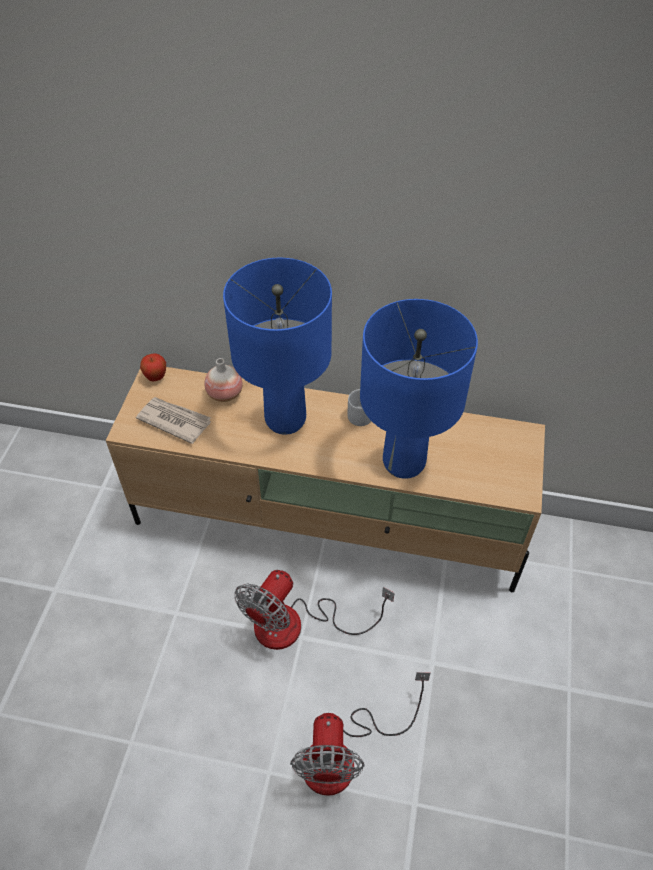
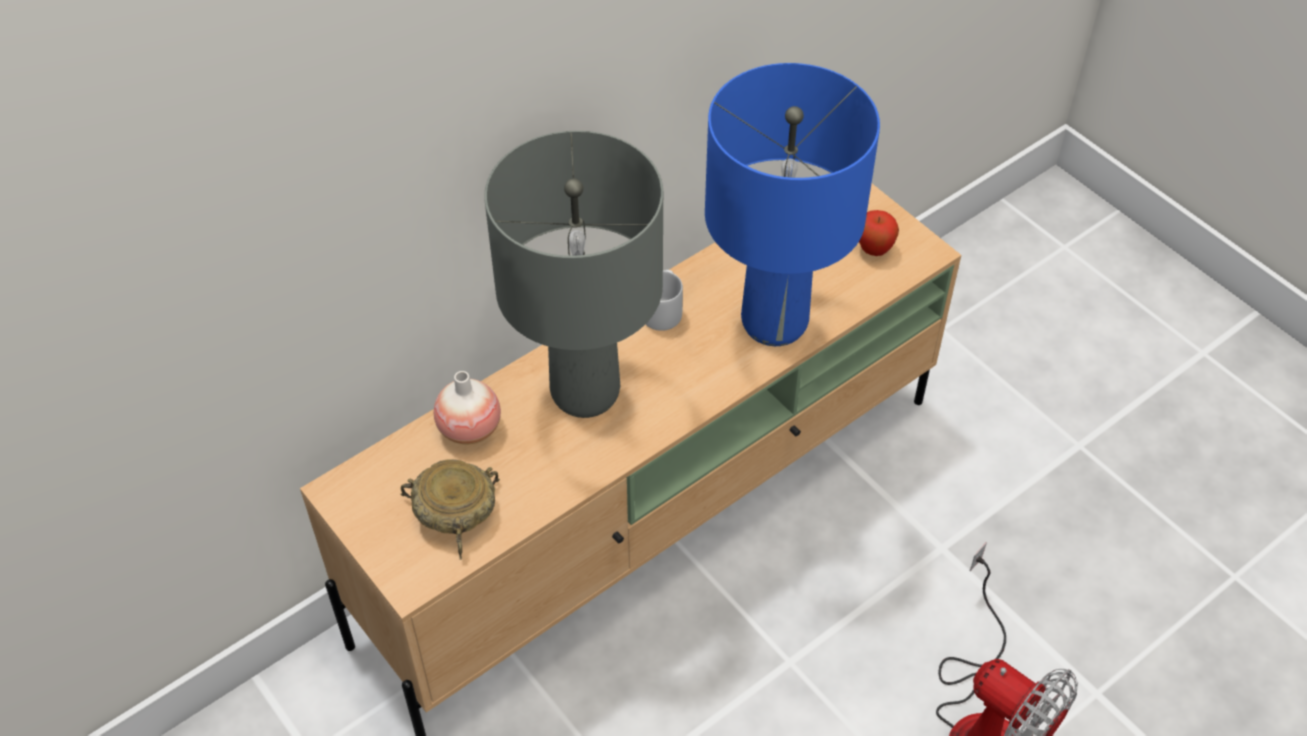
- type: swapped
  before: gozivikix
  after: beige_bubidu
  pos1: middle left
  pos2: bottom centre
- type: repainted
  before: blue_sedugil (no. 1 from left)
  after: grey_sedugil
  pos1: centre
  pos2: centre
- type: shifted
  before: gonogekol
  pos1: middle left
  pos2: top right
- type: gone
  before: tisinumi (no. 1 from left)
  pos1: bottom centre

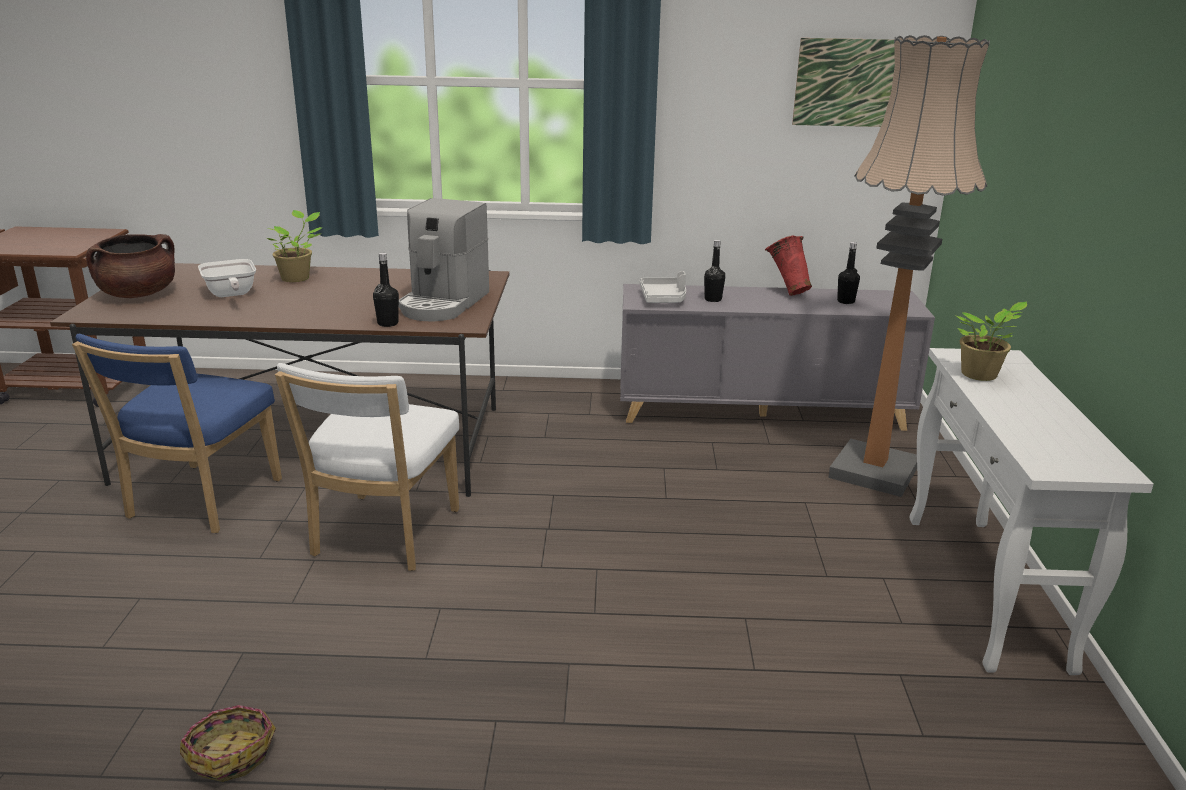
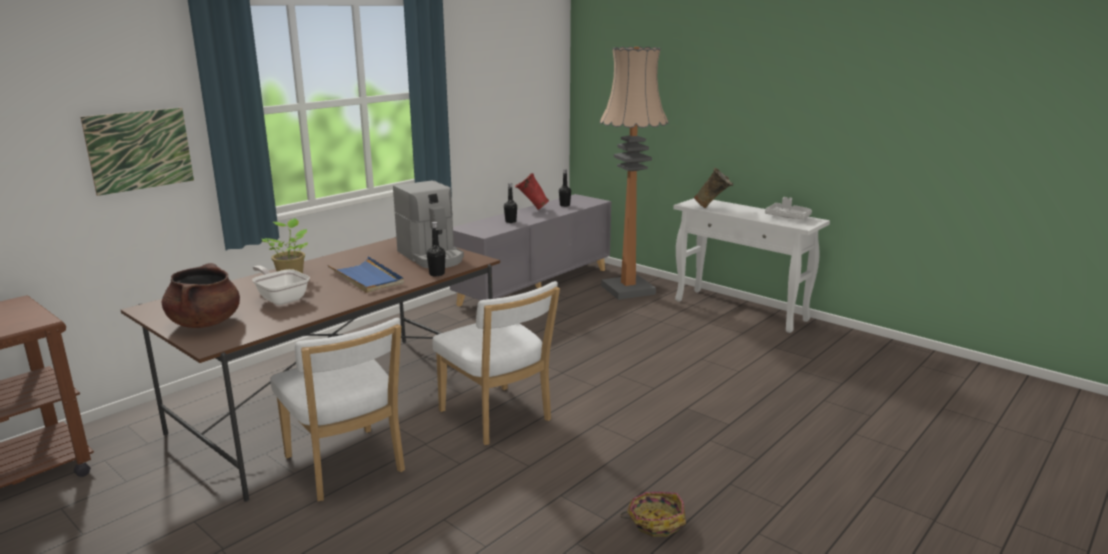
- type: shifted
  before: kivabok
  pos1: top right
  pos2: top left
- type: rotated
  before: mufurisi
  pos1: middle left
  pos2: middle left
  turn: -150
- type: repainted
  before: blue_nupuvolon
  after: white_nupuvolon (no. 1 from left)
  pos1: middle left
  pos2: bottom left
- type: new
  after: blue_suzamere
  pos2: middle left
- type: swapped
  before: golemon (no. 2 from left)
  after: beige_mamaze
  pos1: middle right
  pos2: centre
- type: shifted
  before: grey_suzamere
  pos1: centre
  pos2: middle right

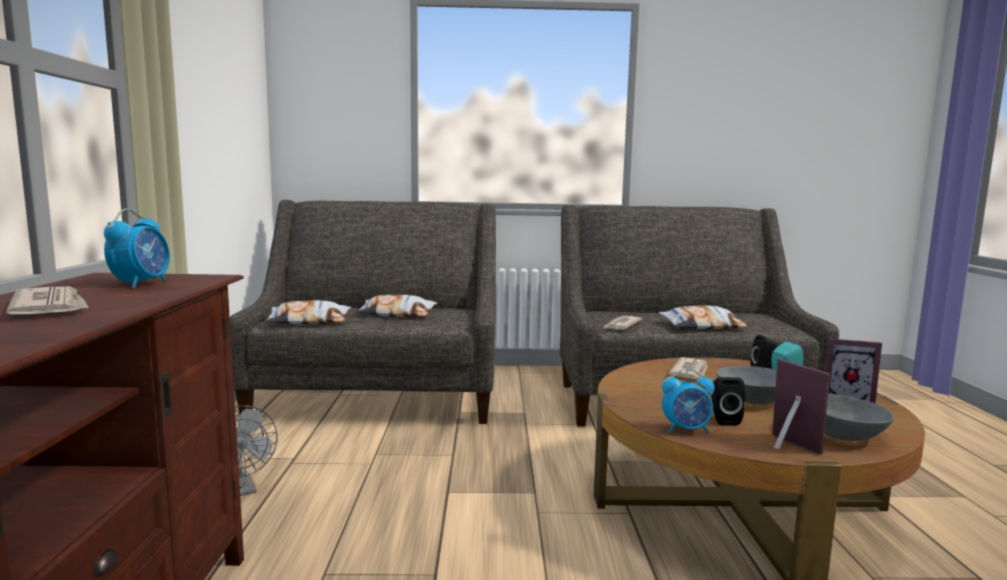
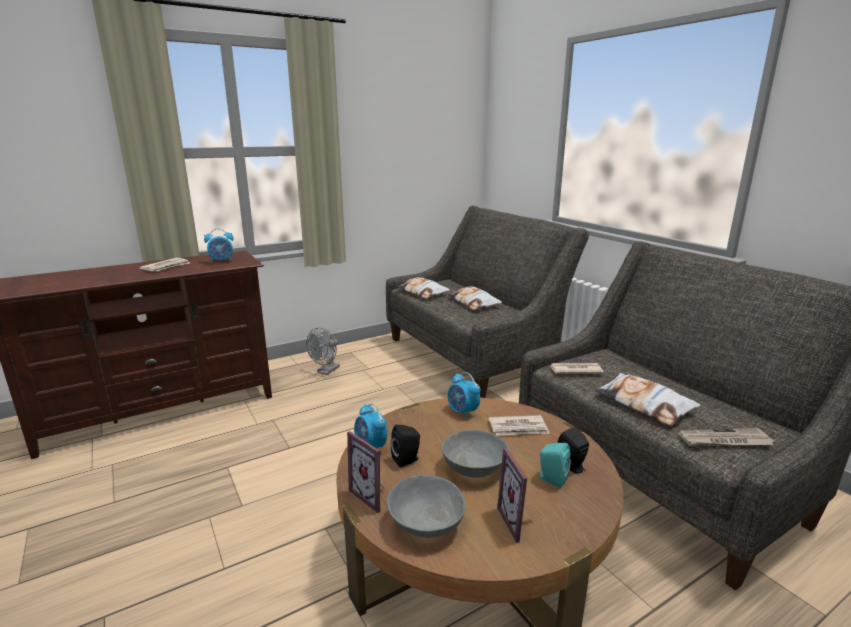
- type: rotated
  before: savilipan (no. 1 from left)
  pos1: bottom right
  pos2: bottom centre
  turn: 105
- type: new
  after: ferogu (no. 3 from left)
  pos2: centre
- type: new
  after: gozivikix (no. 4 from left)
  pos2: bottom right

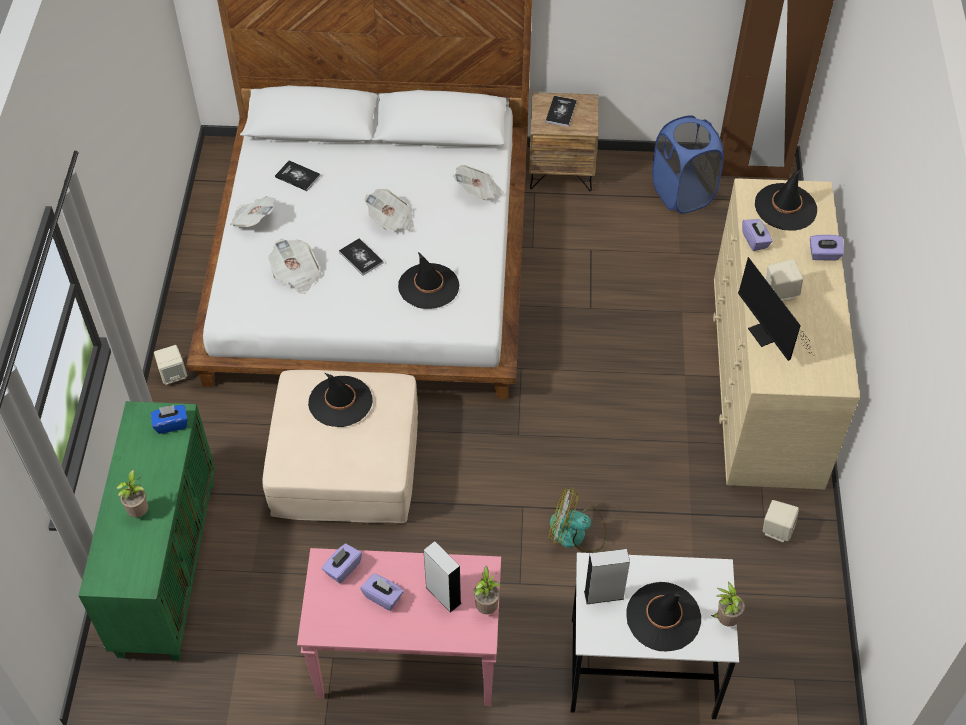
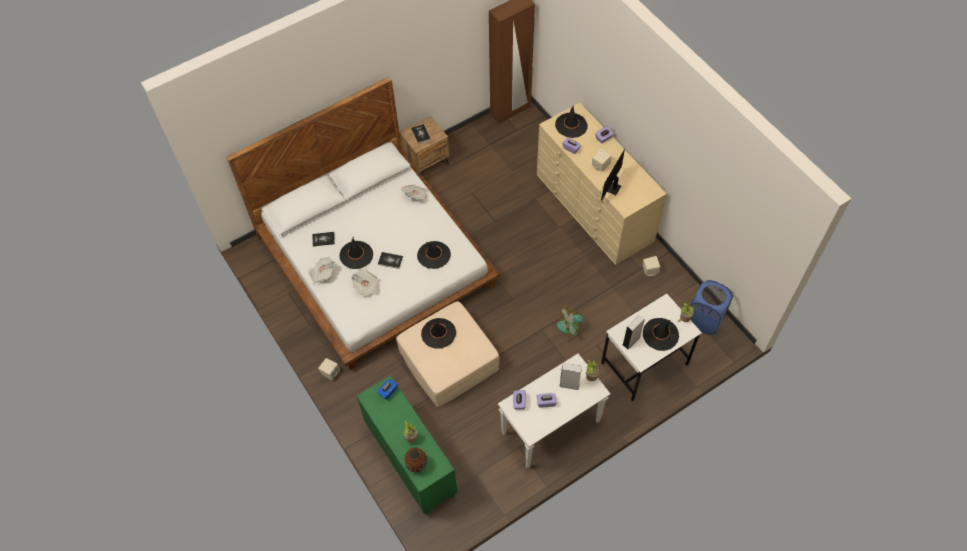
- type: new
  after: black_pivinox (no. 1 from left)
  pos2: centre
- type: new
  after: brown_mamaze
  pos2: bottom centre
- type: repainted
  before: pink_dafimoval
  after: white_dafimoval
  pos1: bottom centre
  pos2: bottom centre
- type: rotated
  before: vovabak
  pos1: middle right
  pos2: top centre
  turn: 90
- type: shifted
  before: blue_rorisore
  pos1: top right
  pos2: middle right
- type: gone
  before: gozivikix (no. 3 from left)
  pos1: top centre

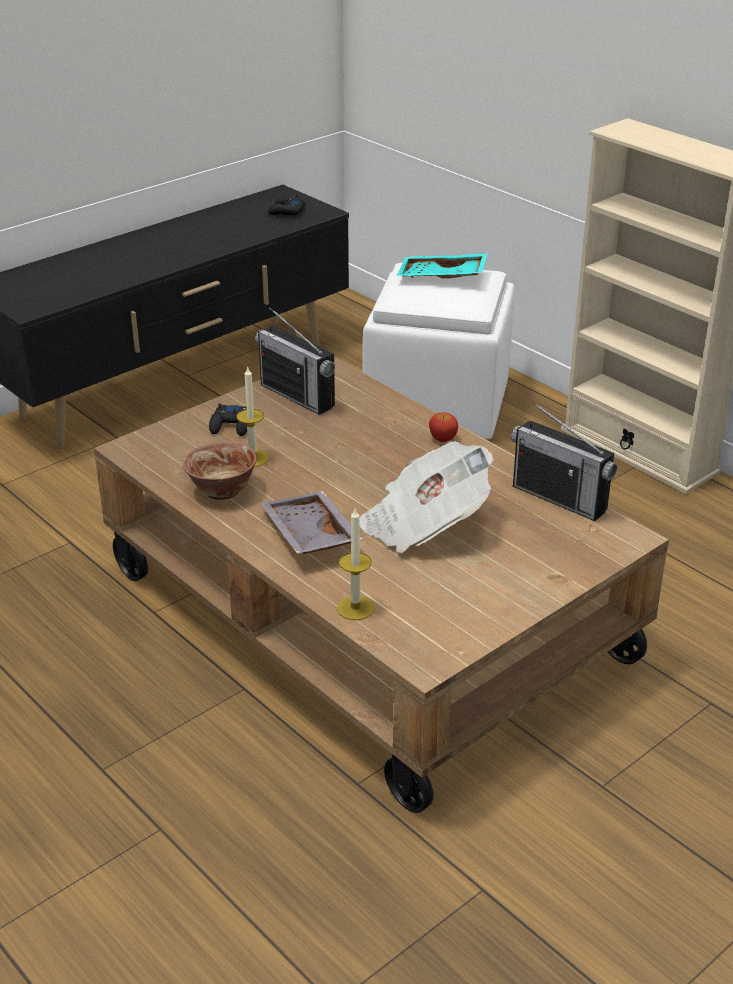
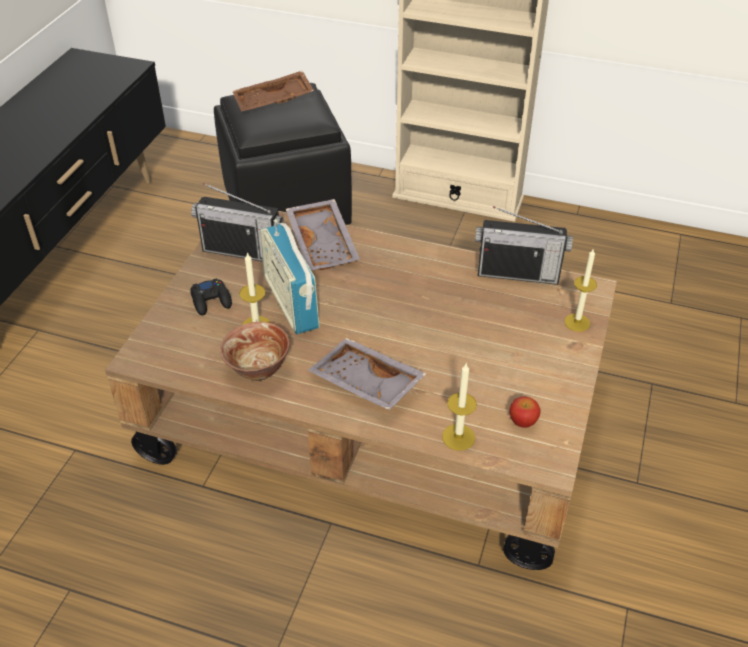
- type: repainted
  before: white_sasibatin
  after: black_sasibatin
  pos1: centre
  pos2: top centre
- type: repainted
  before: turquoise_suzamere
  after: brown_suzamere
  pos1: top centre
  pos2: top centre
- type: new
  after: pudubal (no. 2 from left)
  pos2: centre
- type: new
  after: grey_suzamere (no. 1 from left)
  pos2: centre
- type: shifted
  before: gonogekol
  pos1: centre
  pos2: middle right
- type: new
  after: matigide (no. 3 from left)
  pos2: middle right
- type: gone
  before: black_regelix (no. 2 from left)
  pos1: top centre
- type: gone
  before: gozivikix
  pos1: centre

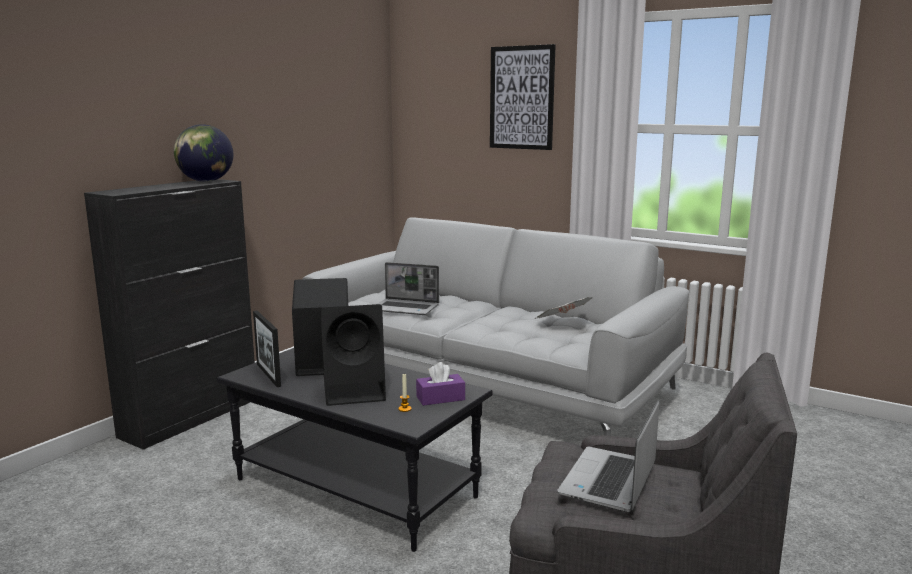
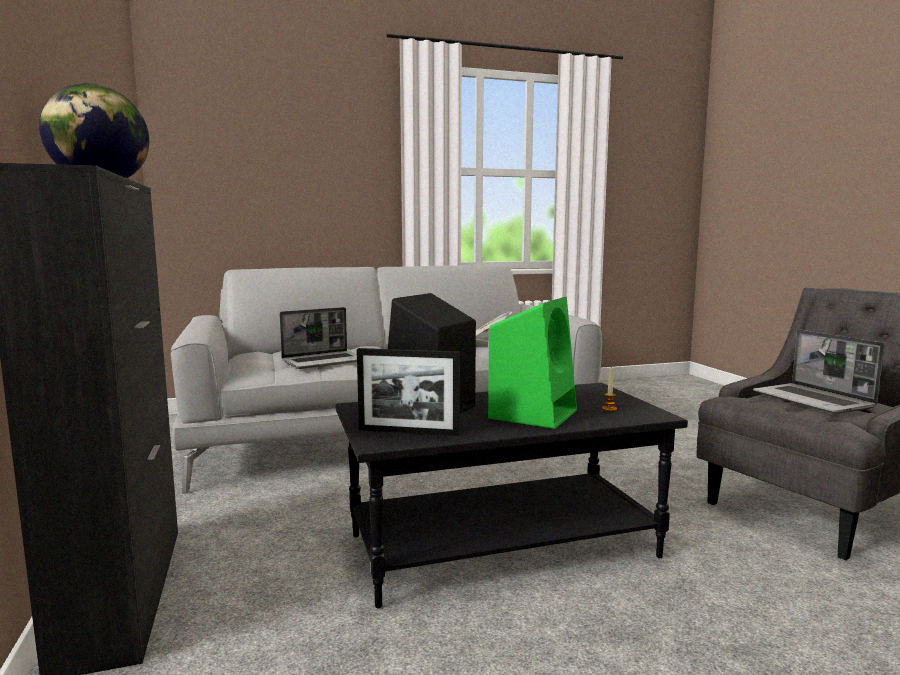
- type: repainted
  before: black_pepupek (no. 2 from left)
  after: green_pepupek
  pos1: centre
  pos2: centre
- type: gone
  before: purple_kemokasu
  pos1: bottom centre
- type: gone
  before: kivabok
  pos1: top centre

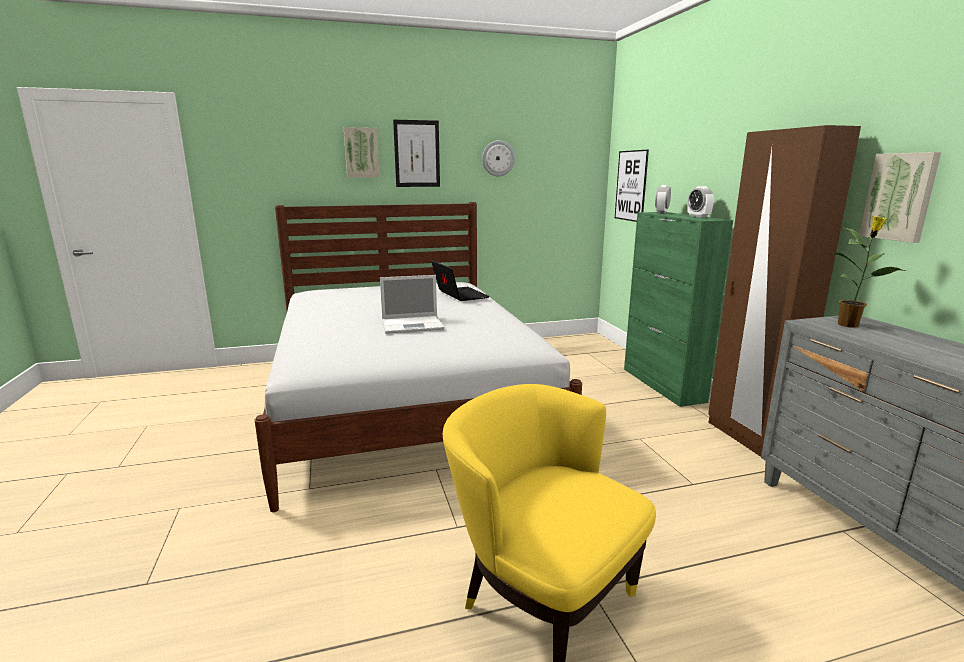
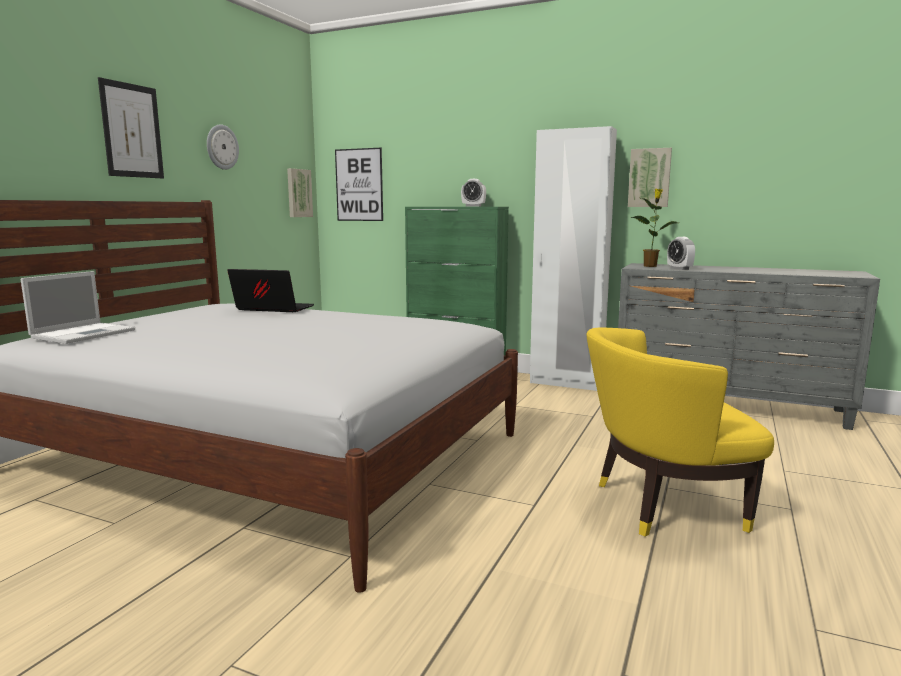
- type: shifted
  before: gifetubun (no. 1 from left)
  pos1: centre
  pos2: middle left
- type: shifted
  before: kivabok (no. 1 from left in the first image)
  after: kivabok (no. 2 from left)
  pos1: top centre
  pos2: top left
- type: repainted
  before: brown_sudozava
  after: white_sudozava
  pos1: middle right
  pos2: centre
- type: shifted
  before: ferogu (no. 1 from left in the first image)
  after: ferogu (no. 2 from left)
  pos1: top right
  pos2: middle right

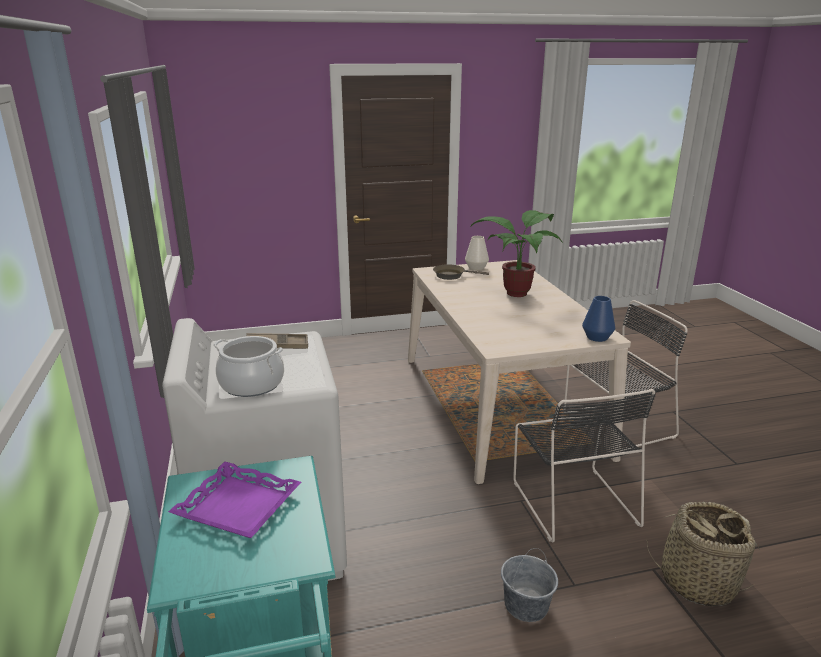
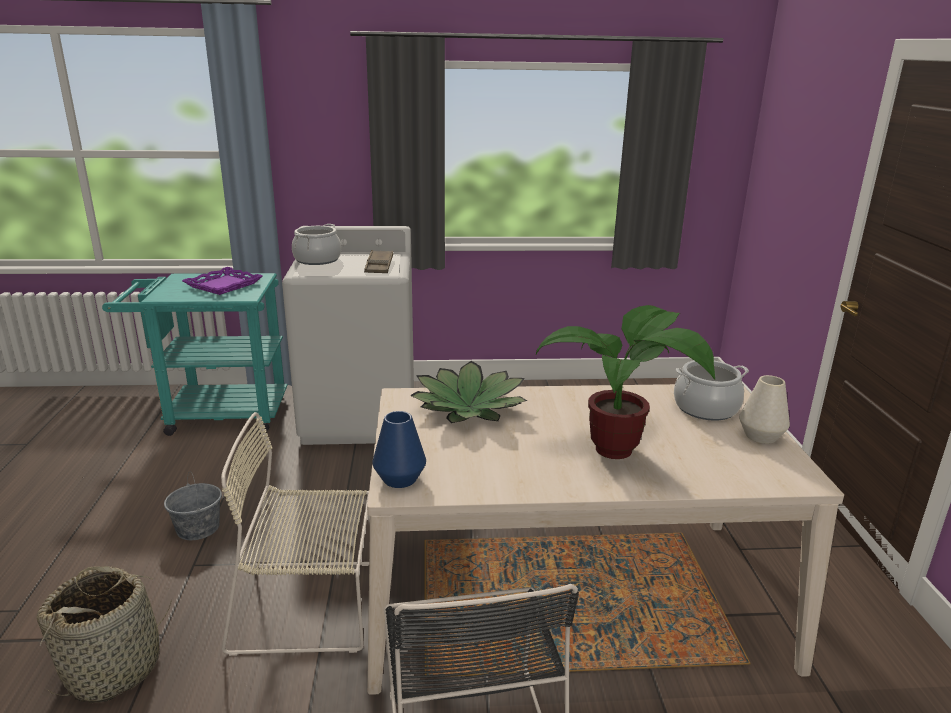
- type: repainted
  before: black_nupuvolon (no. 1 from left)
  after: beige_nupuvolon
  pos1: bottom right
  pos2: bottom left
- type: new
  after: golemon (no. 1 from left)
  pos2: centre
- type: swapped
  before: brown_mufurisi
  after: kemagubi (no. 2 from left)
  pos1: centre
  pos2: middle right

